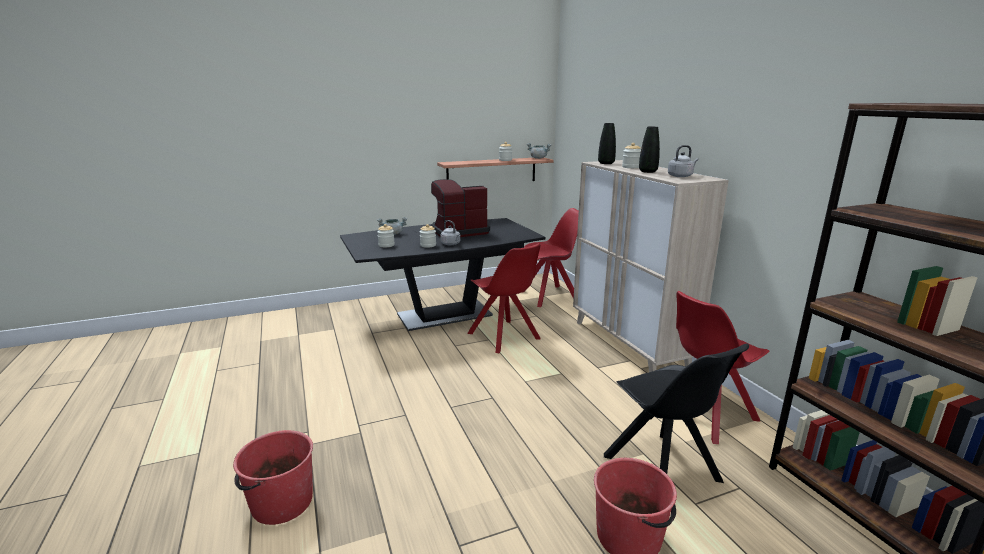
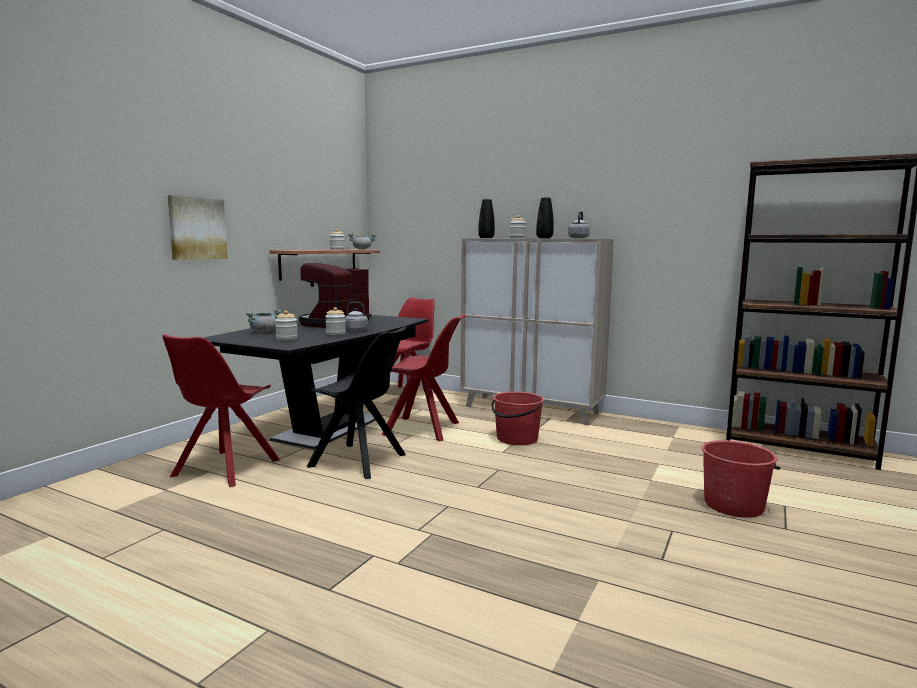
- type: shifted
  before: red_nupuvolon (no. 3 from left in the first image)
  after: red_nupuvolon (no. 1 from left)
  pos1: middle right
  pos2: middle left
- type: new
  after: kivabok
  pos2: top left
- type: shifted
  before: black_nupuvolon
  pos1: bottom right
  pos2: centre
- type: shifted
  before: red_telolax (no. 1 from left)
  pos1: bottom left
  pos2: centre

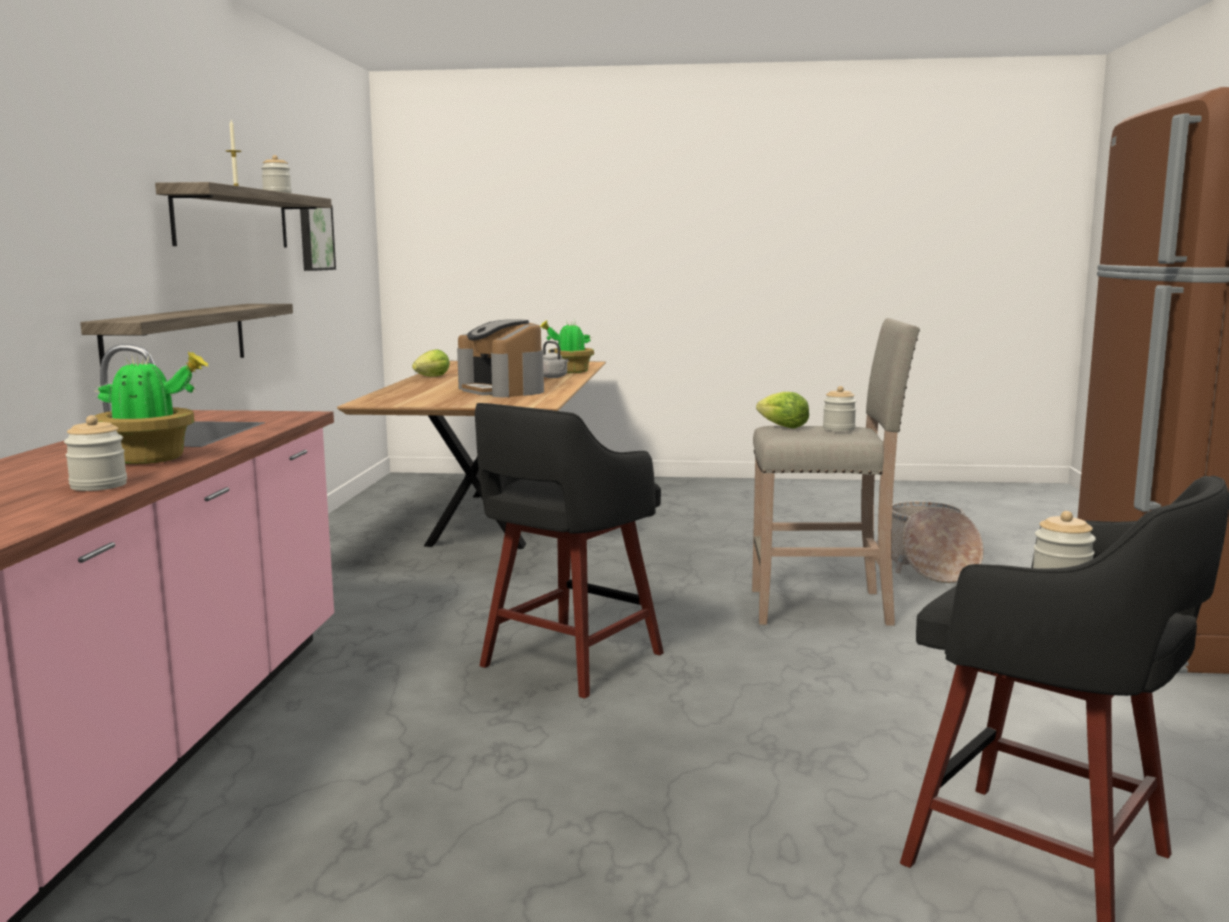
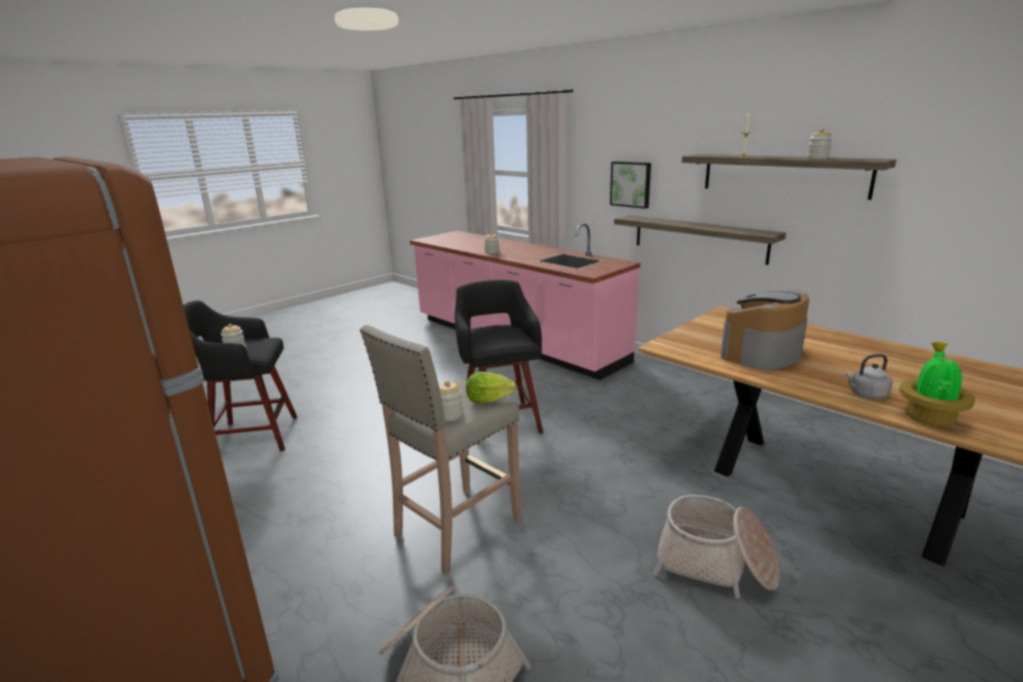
- type: shifted
  before: kivabok
  pos1: top left
  pos2: top centre
- type: new
  after: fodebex (no. 2 from left)
  pos2: bottom right
- type: rotated
  before: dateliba
  pos1: centre
  pos2: middle right
  turn: -45
- type: gone
  before: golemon (no. 1 from left)
  pos1: middle left
- type: gone
  before: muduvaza (no. 1 from left)
  pos1: centre

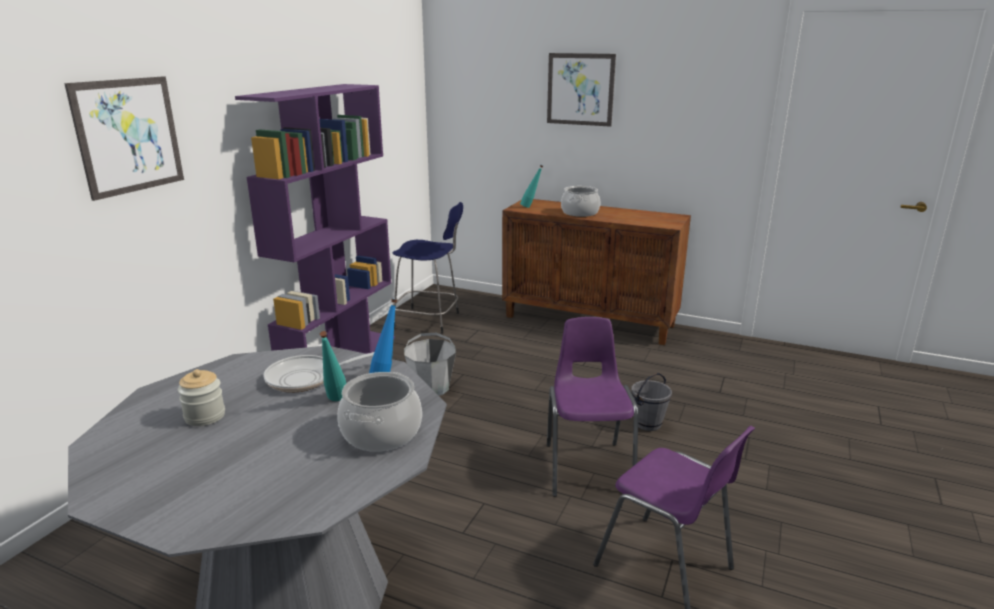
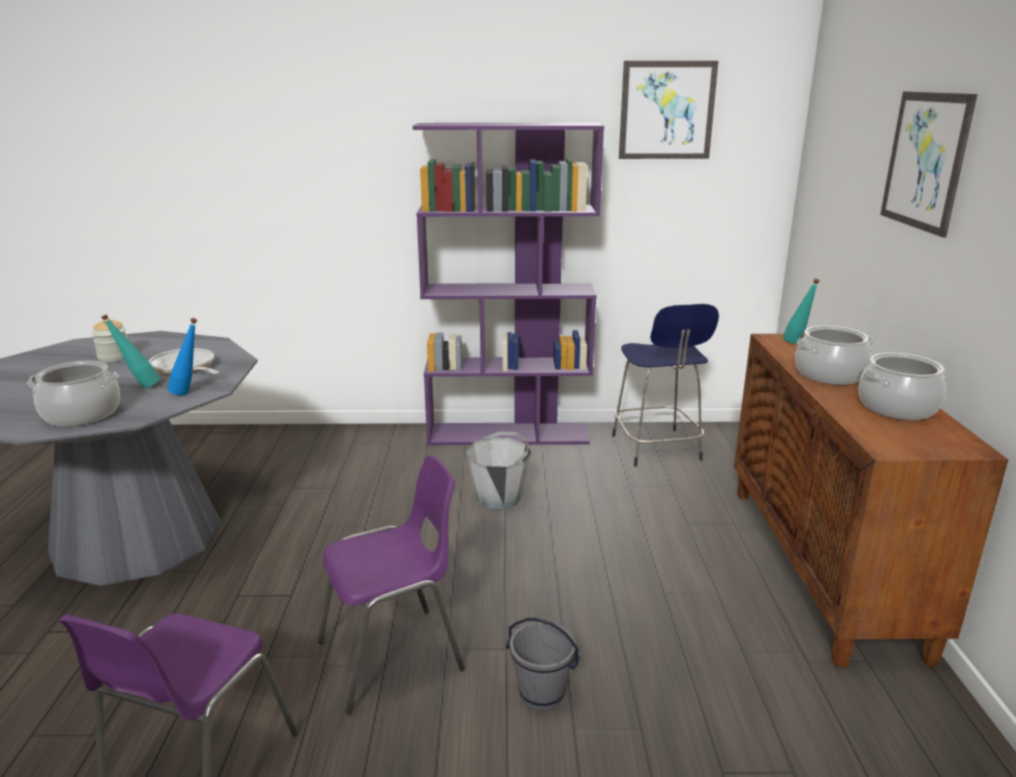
- type: shifted
  before: kivabok (no. 1 from left)
  pos1: top left
  pos2: top centre
- type: new
  after: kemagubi (no. 3 from left)
  pos2: middle right

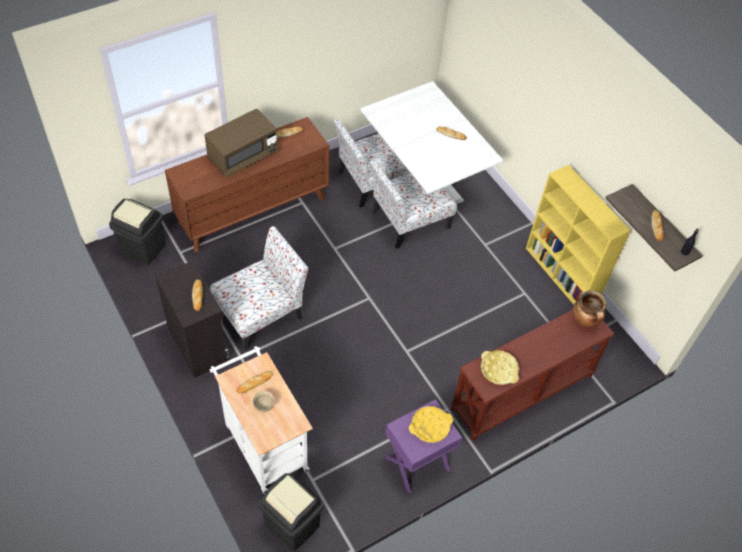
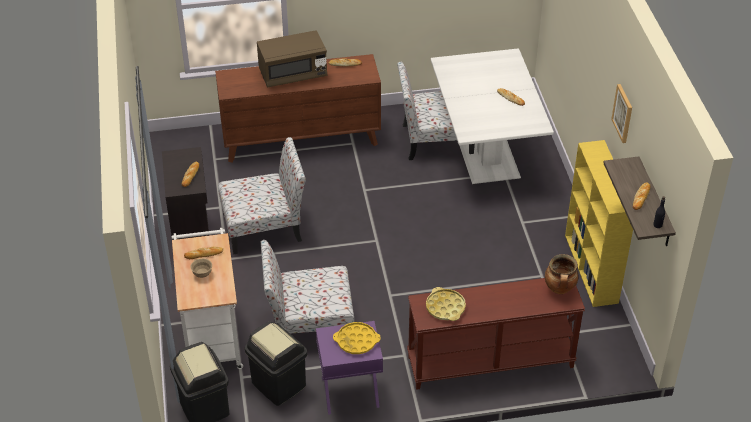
- type: shifted
  before: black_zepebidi (no. 1 from left in the first image)
  after: black_zepebidi (no. 2 from left)
  pos1: middle left
  pos2: bottom centre
- type: shifted
  before: nupuvolon (no. 3 from left in the first image)
  after: nupuvolon (no. 2 from left)
  pos1: centre
  pos2: bottom centre
- type: new
  after: kivabok
  pos2: top right

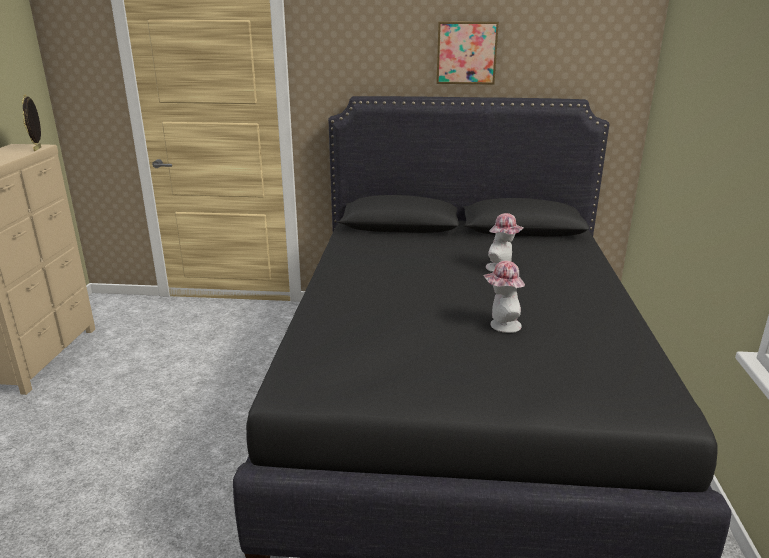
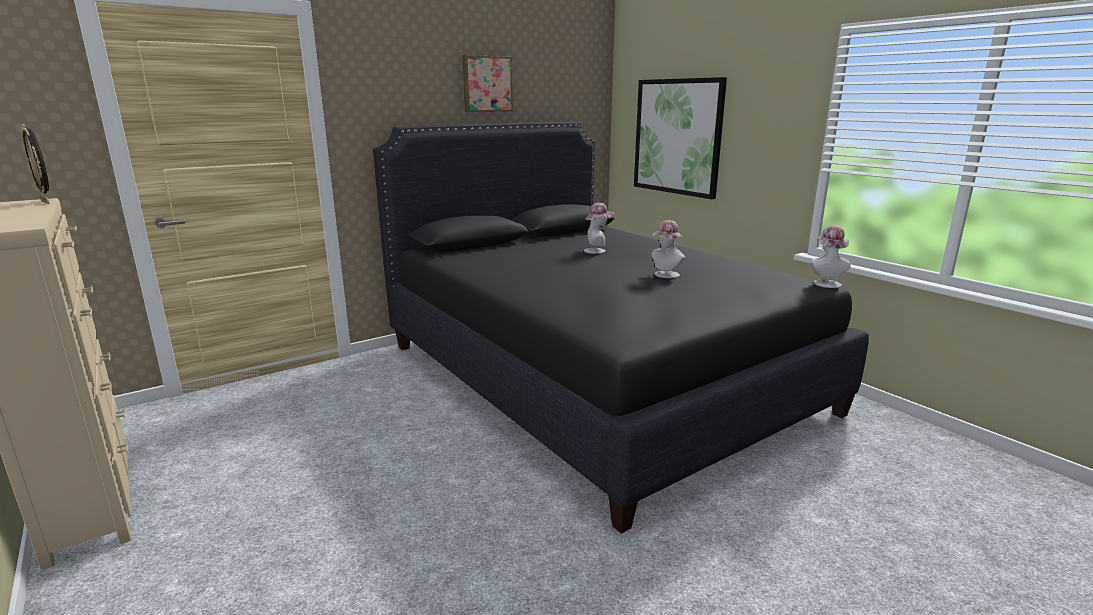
- type: new
  after: kivabok (no. 2 from left)
  pos2: top centre
- type: new
  after: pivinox (no. 3 from left)
  pos2: middle right

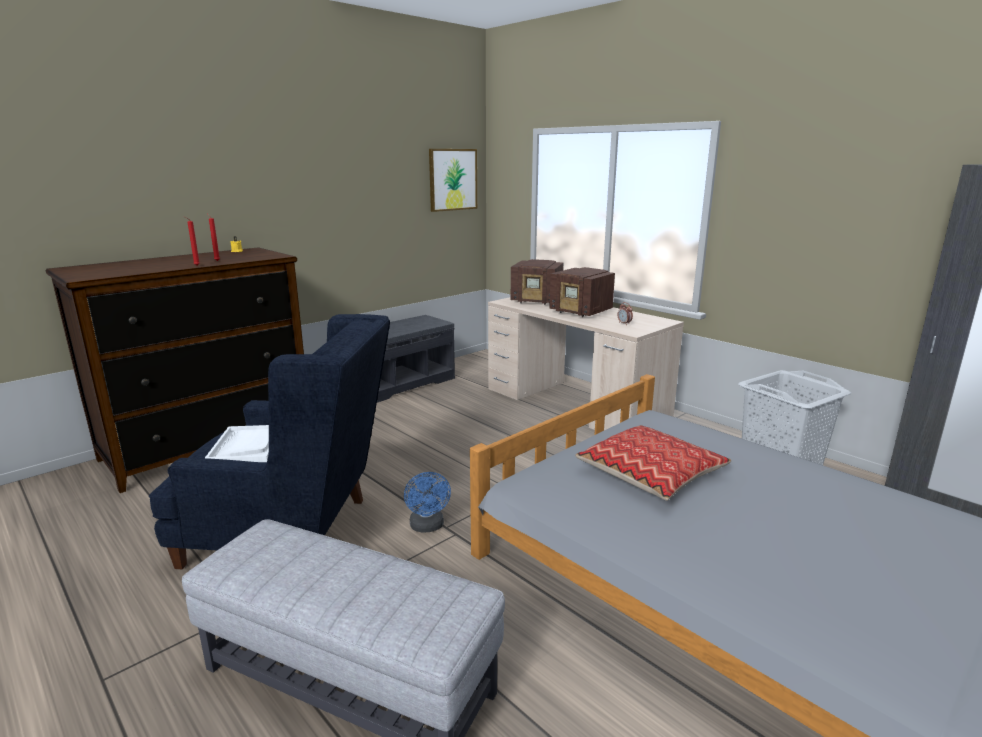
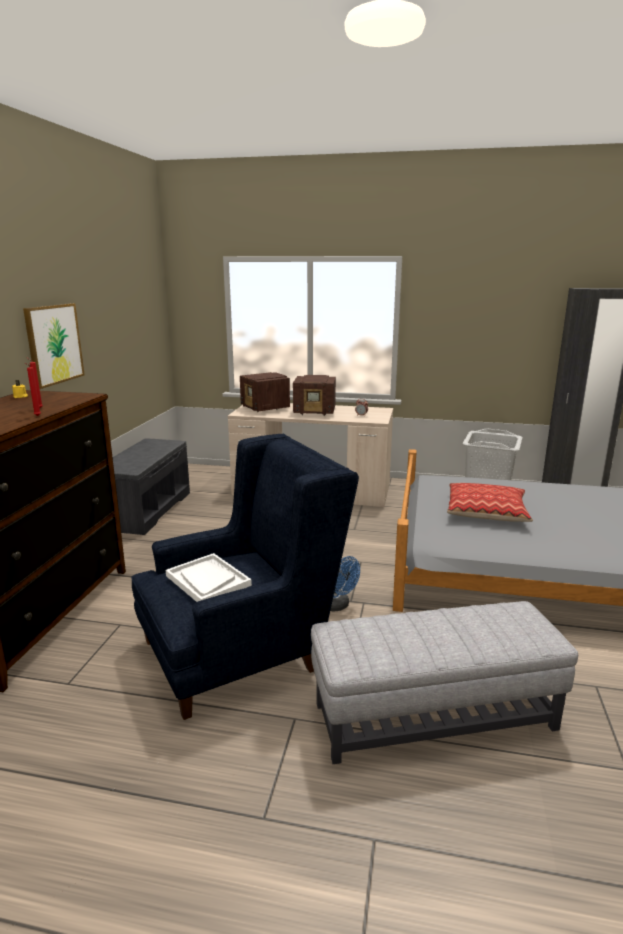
- type: shifted
  before: kivabok
  pos1: top centre
  pos2: middle left
- type: rotated
  before: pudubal (no. 1 from left)
  pos1: centre
  pos2: centre
  turn: 75

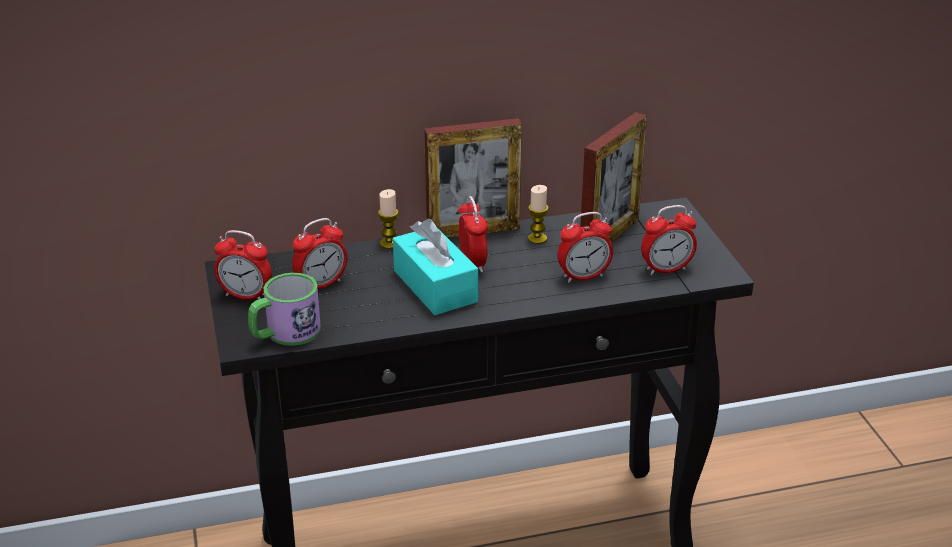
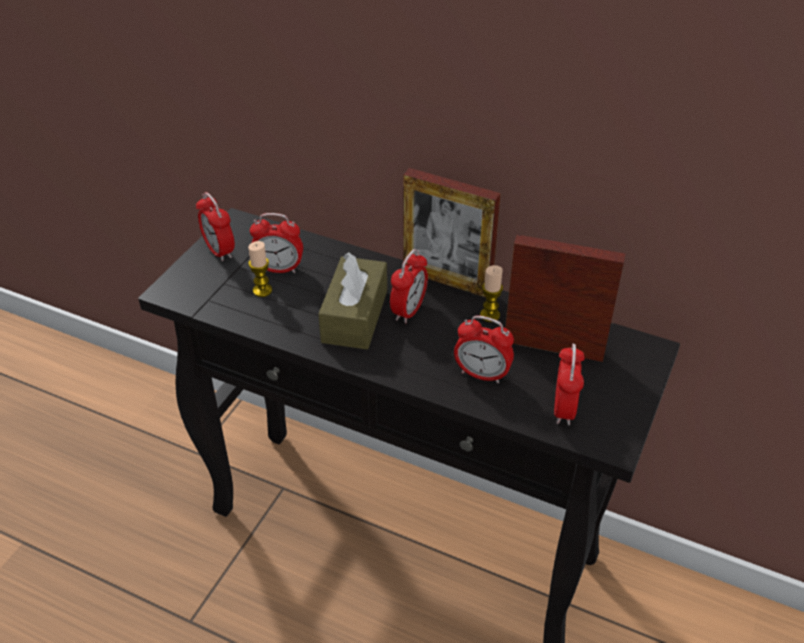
- type: shifted
  before: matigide (no. 1 from left)
  pos1: centre
  pos2: middle left
- type: repainted
  before: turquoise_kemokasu
  after: brown_kemokasu
  pos1: centre
  pos2: centre
- type: rotated
  before: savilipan (no. 2 from left)
  pos1: top centre
  pos2: middle right
  turn: -150
- type: rotated
  before: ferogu (no. 5 from left)
  pos1: middle right
  pos2: middle right
  turn: -105
- type: gone
  before: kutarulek
  pos1: middle left

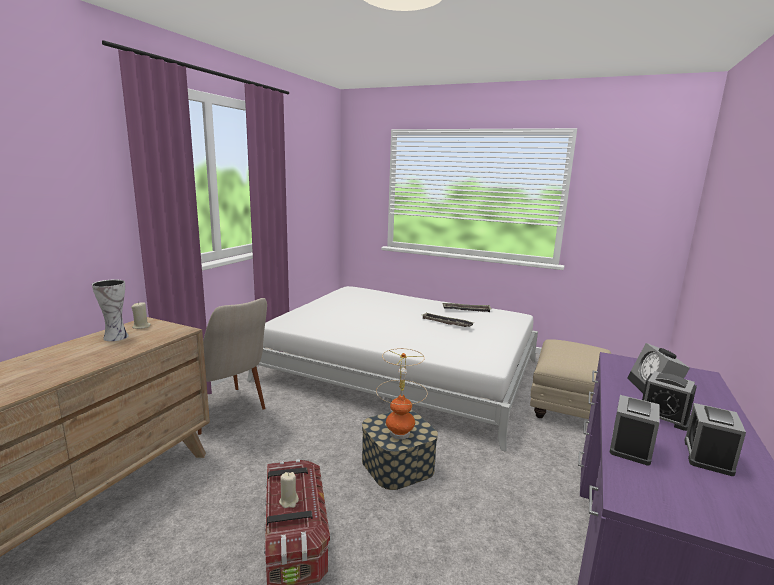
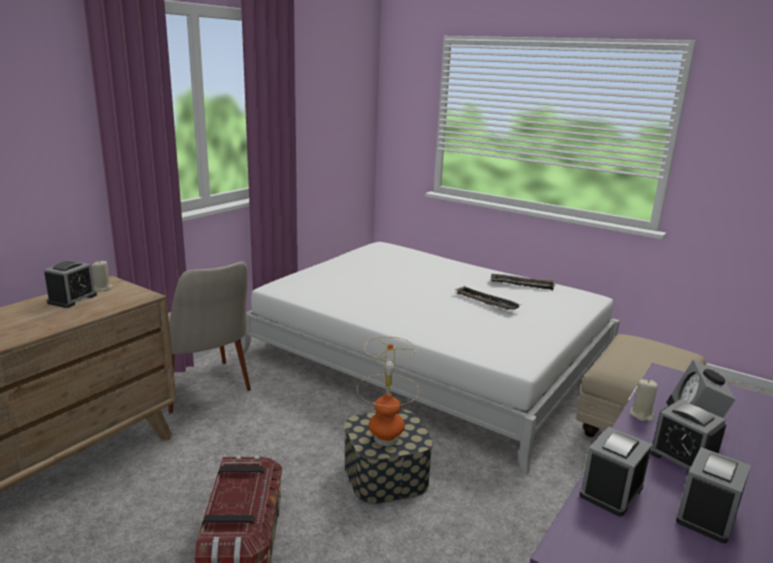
- type: swapped
  before: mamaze
  after: ferogu (no. 1 from left)
  pos1: middle left
  pos2: middle left
- type: shifted
  before: beige_matigide (no. 2 from left)
  pos1: bottom centre
  pos2: bottom right

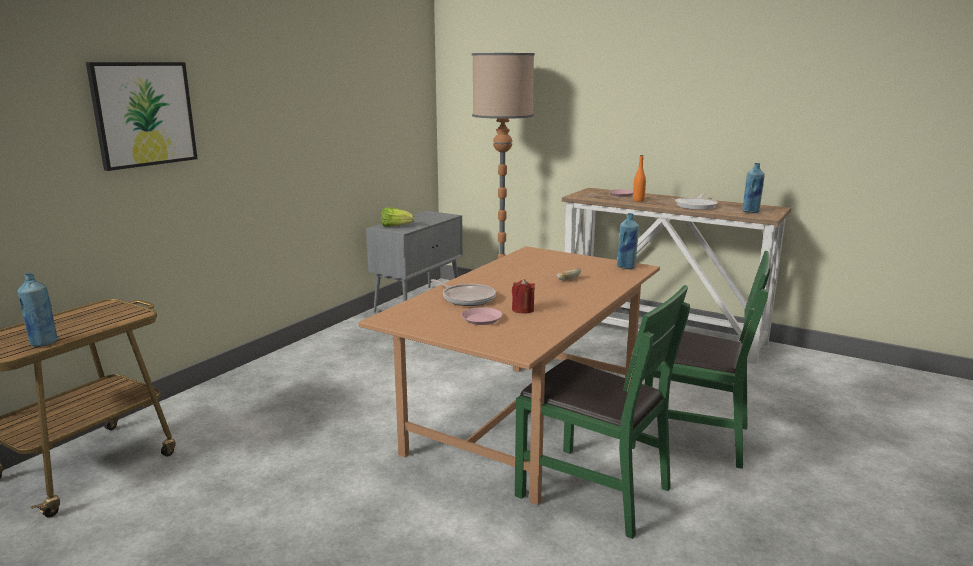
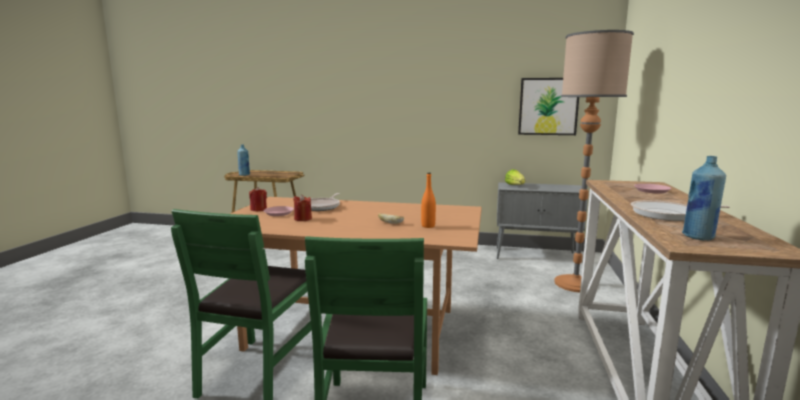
- type: new
  after: red_matigide (no. 1 from left)
  pos2: middle left
- type: shifted
  before: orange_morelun
  pos1: top centre
  pos2: centre
- type: shifted
  before: kivabok
  pos1: top left
  pos2: top right
- type: gone
  before: blue_morelun (no. 2 from left)
  pos1: centre

